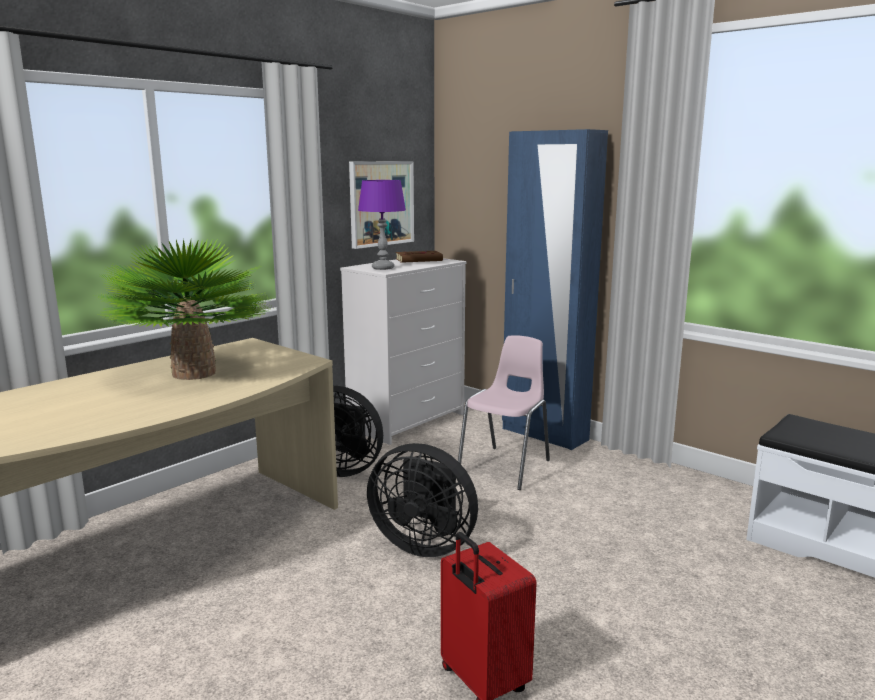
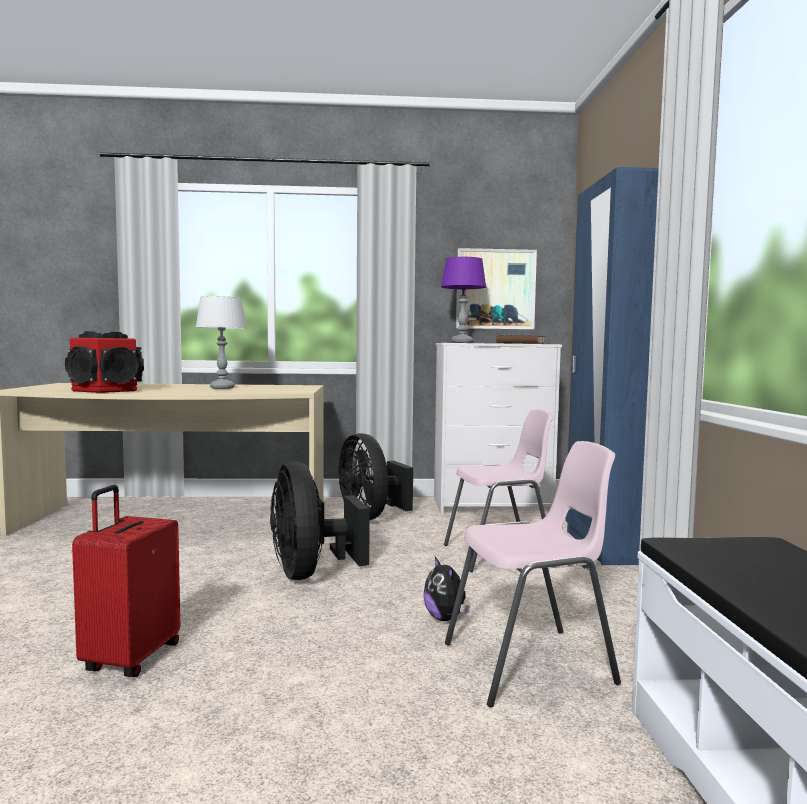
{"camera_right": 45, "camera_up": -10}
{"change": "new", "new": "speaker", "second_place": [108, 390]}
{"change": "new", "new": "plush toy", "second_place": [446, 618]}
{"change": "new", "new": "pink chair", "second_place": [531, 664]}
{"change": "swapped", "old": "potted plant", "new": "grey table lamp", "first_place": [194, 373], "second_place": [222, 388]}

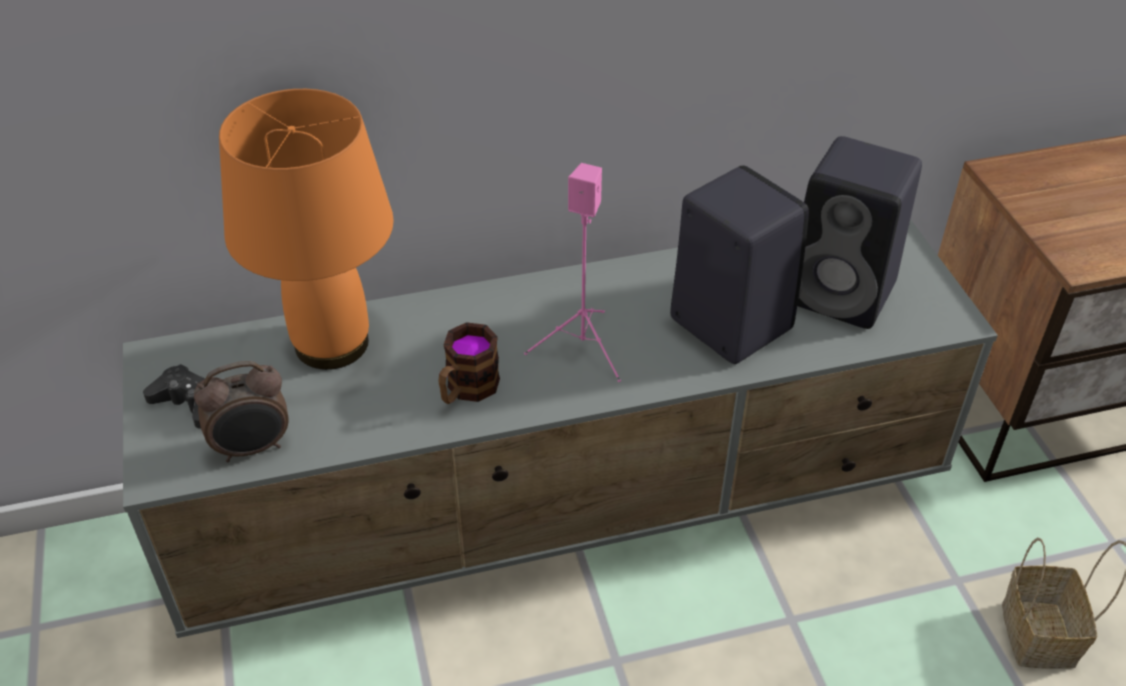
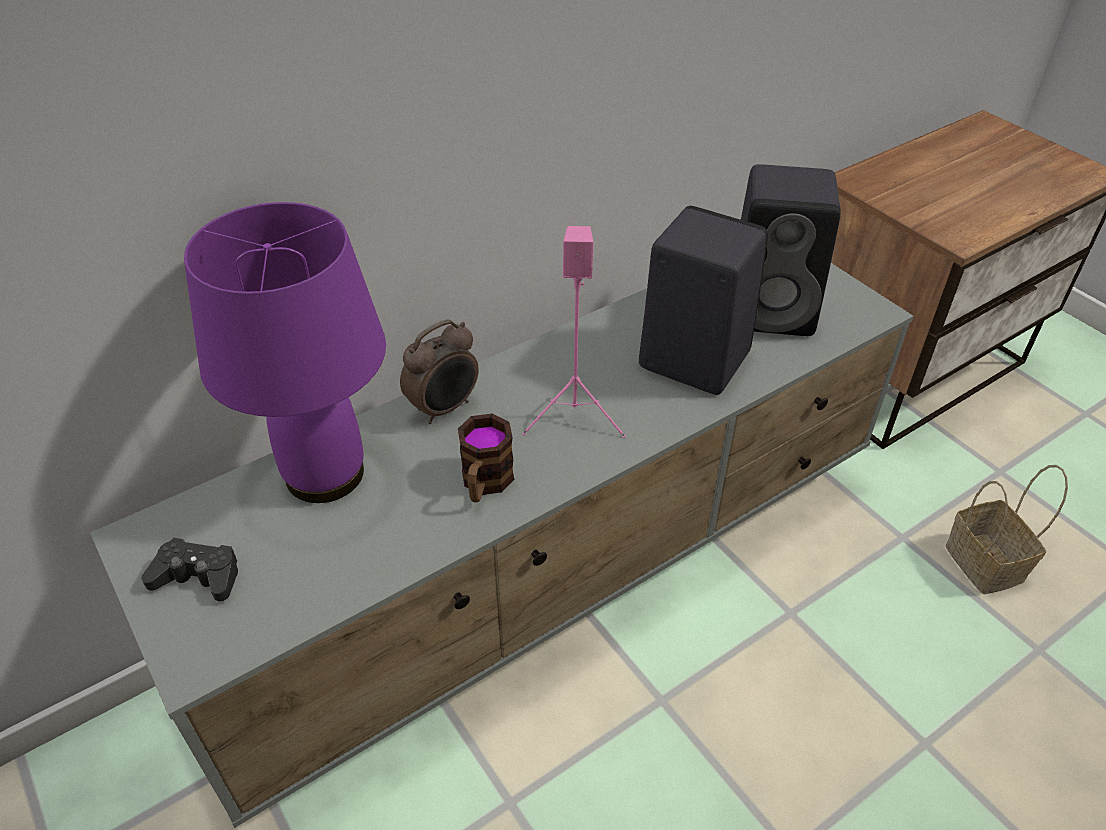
{"camera_right": -20, "camera_up": 0}
{"change": "shifted", "old": "alarm clock", "first_place": [253, 448], "second_place": [445, 408]}
{"change": "repainted", "old": "orange table lamp", "new": "purple table lamp", "first_place": [330, 343], "second_place": [323, 474]}

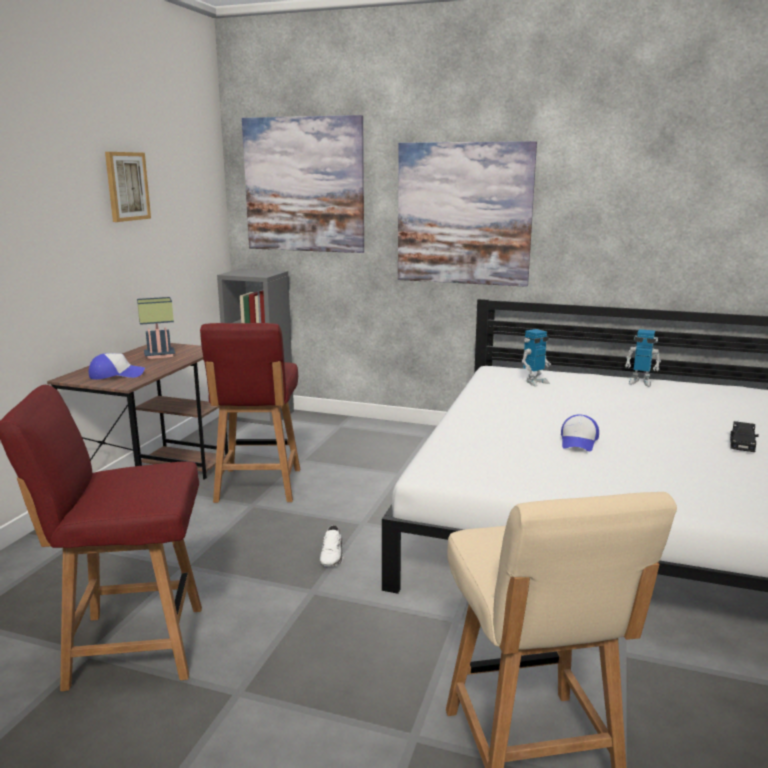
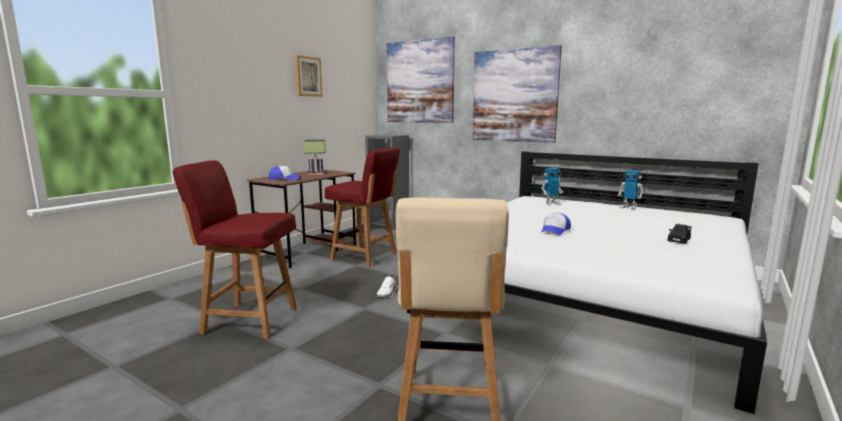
{"camera_right": 15, "camera_up": -5}
{"change": "rotated", "old": "red chair", "first_place": [258, 486], "second_place": [365, 257], "degrees": -75}

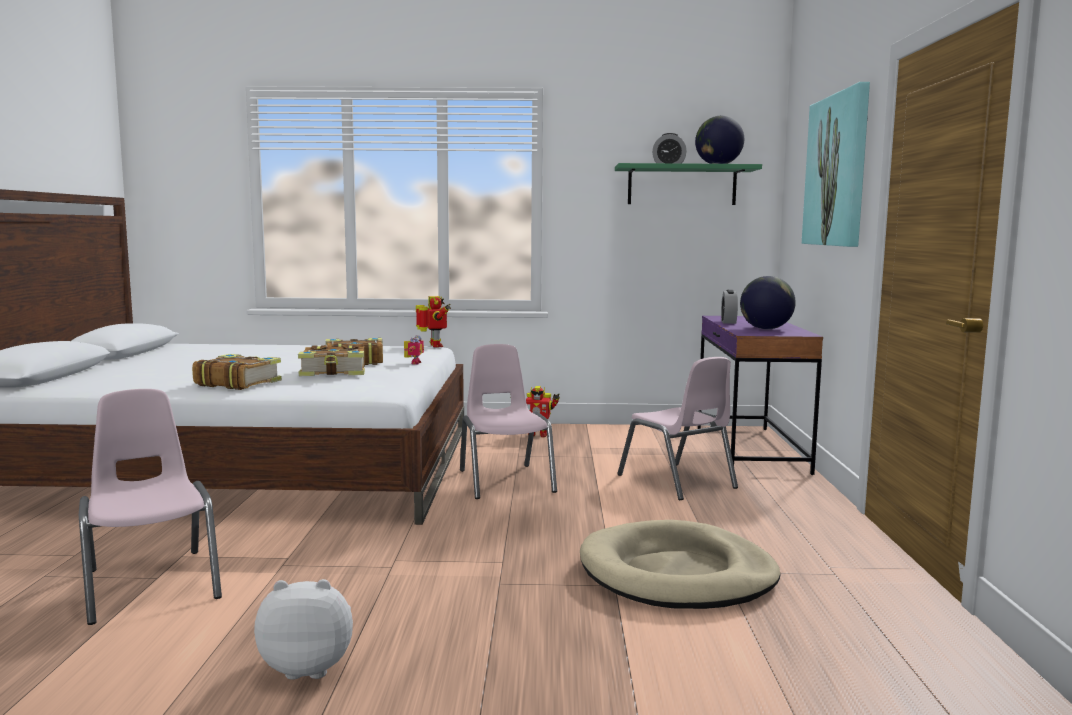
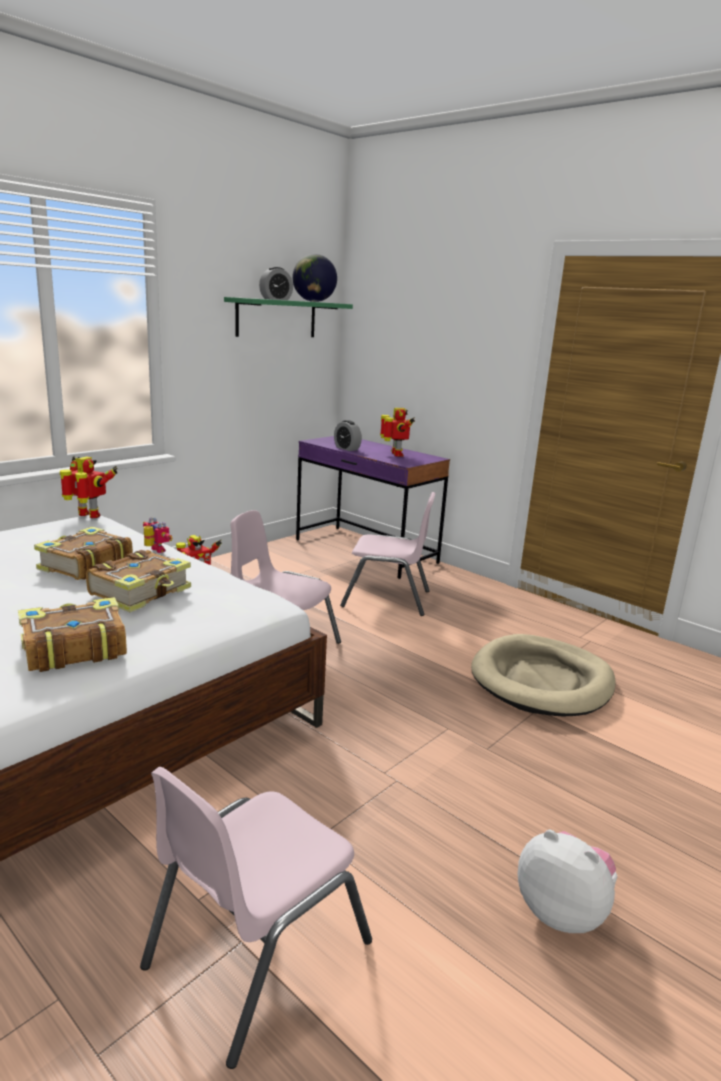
{"camera_right": -50, "camera_up": 10}
{"change": "gone", "old": "picture", "first_place": [837, 171]}
{"change": "swapped", "old": "globe", "new": "toy robot", "first_place": [766, 329], "second_place": [395, 455]}
{"change": "rotated", "old": "pink chair", "first_place": [151, 584], "second_place": [256, 953], "degrees": -60}
{"change": "rotated", "old": "plush toy", "first_place": [309, 667], "second_place": [562, 911], "degrees": 90}

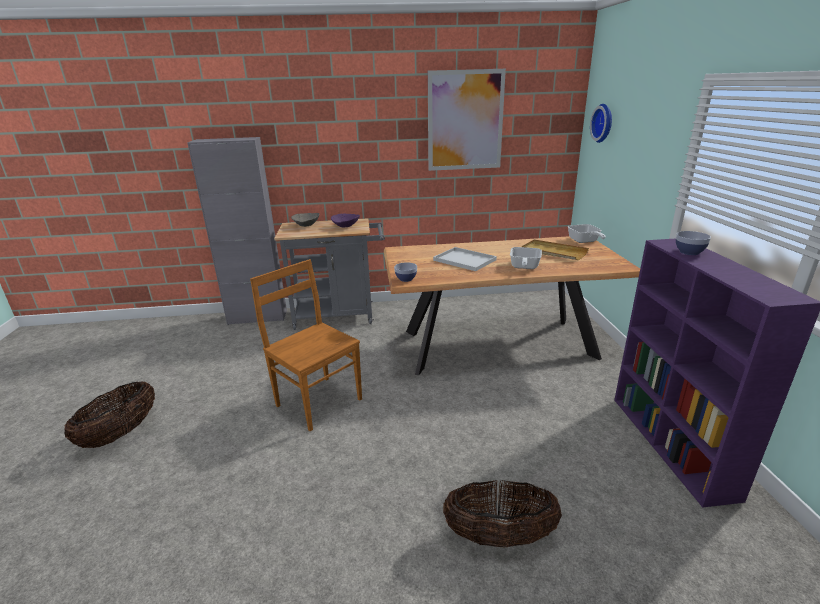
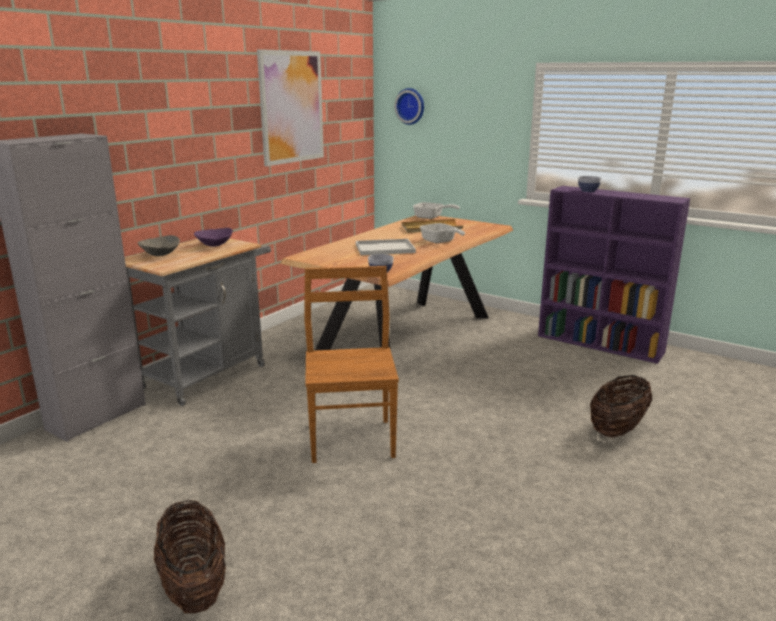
{"camera_right": -50, "camera_up": -5}
{"change": "rotated", "old": "brown chair", "first_place": [317, 401], "second_place": [351, 439], "degrees": 90}

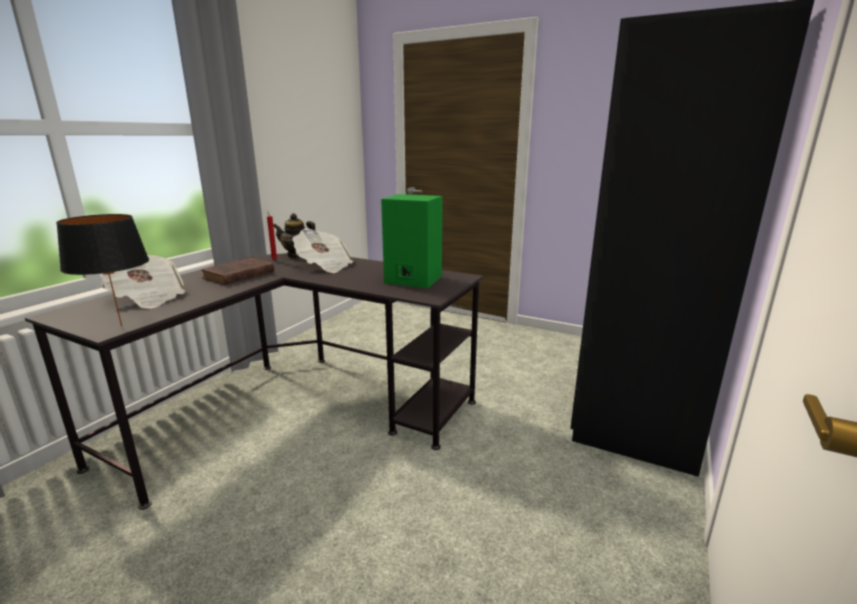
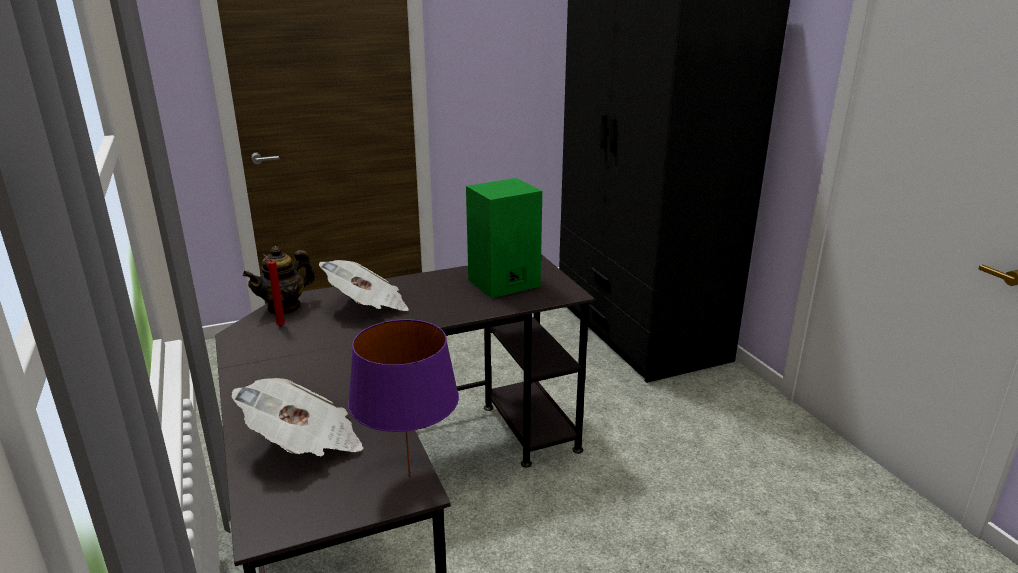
{"camera_right": -50, "camera_up": 5}
{"change": "gone", "old": "brown book", "first_place": [237, 276]}
{"change": "repainted", "old": "black table lamp", "new": "purple table lamp", "first_place": [122, 326], "second_place": [409, 477]}

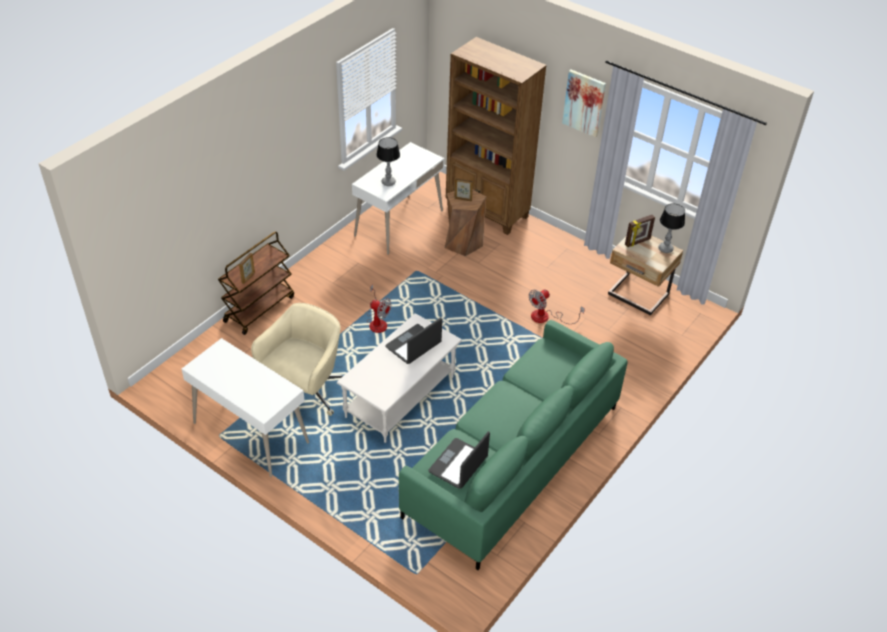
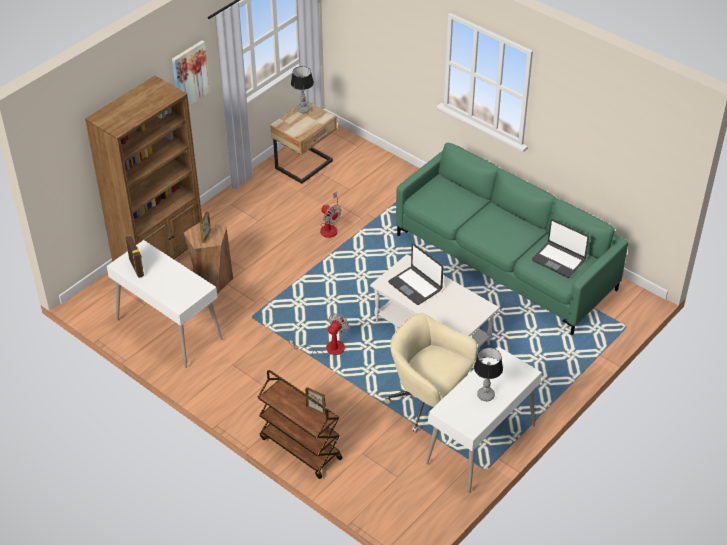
{"camera_right": -85, "camera_up": 0}
{"change": "shifted", "old": "table lamp", "first_place": [388, 182], "second_place": [485, 395]}
{"change": "shifted", "old": "picture frame", "first_place": [637, 242], "second_place": [137, 267]}

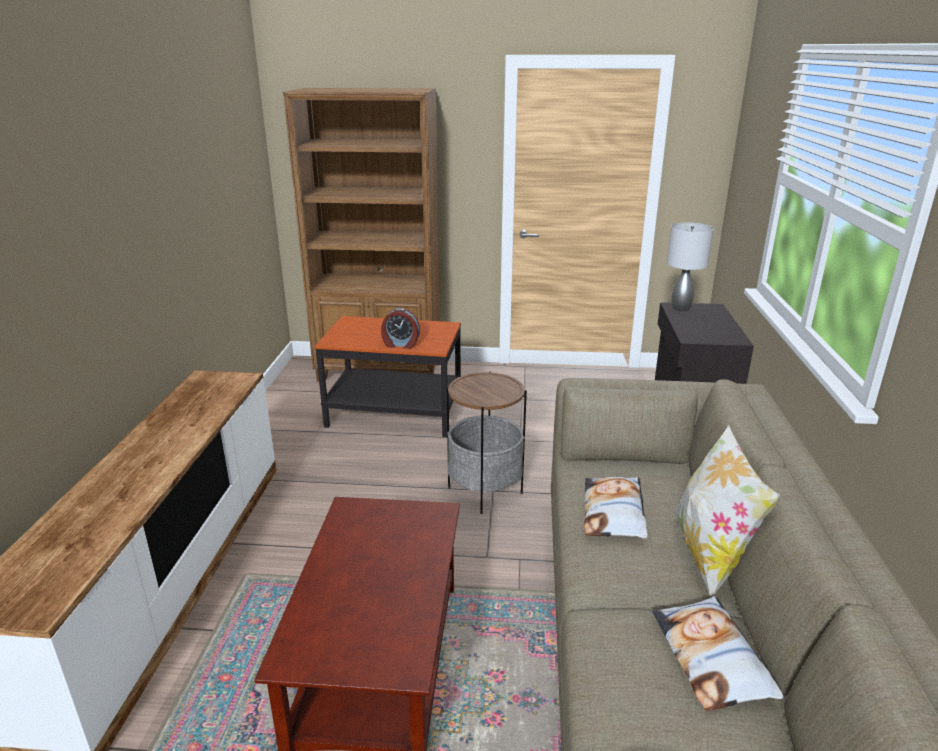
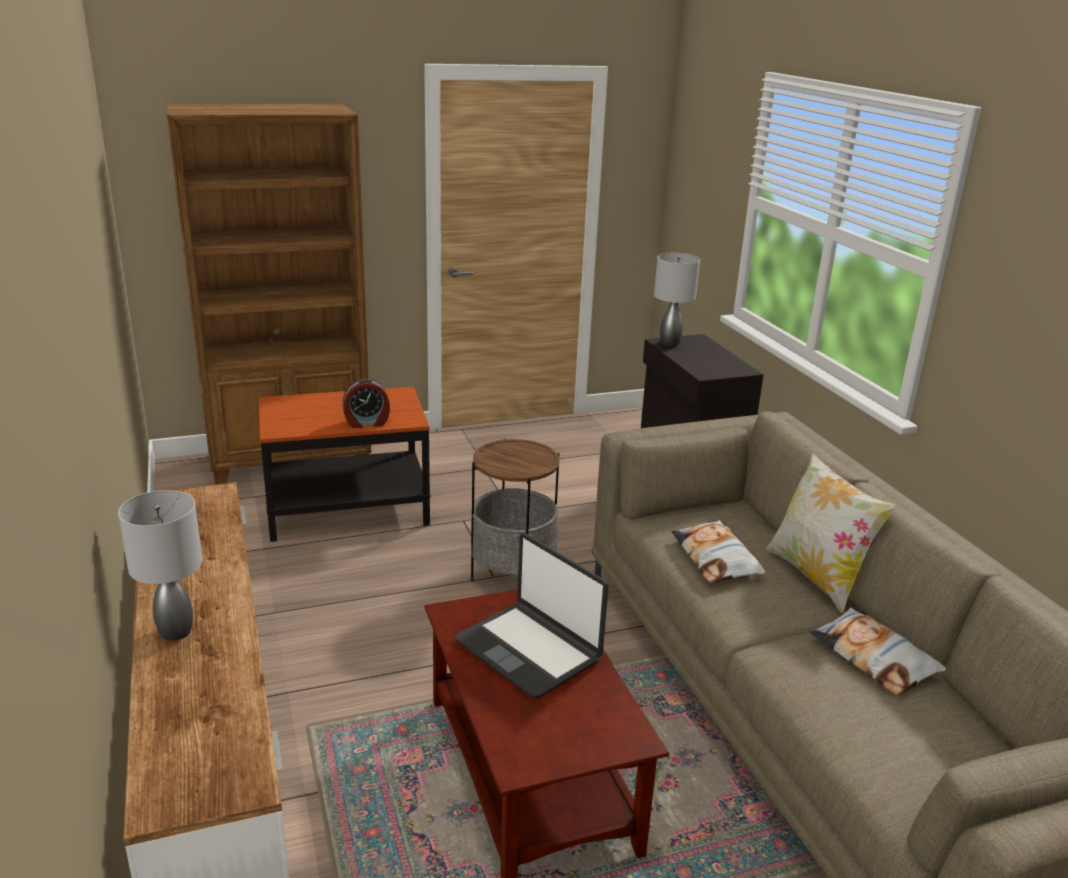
{"camera_right": -25, "camera_up": 0}
{"change": "new", "new": "grey table lamp", "second_place": [174, 631]}
{"change": "new", "new": "laptop", "second_place": [529, 650]}

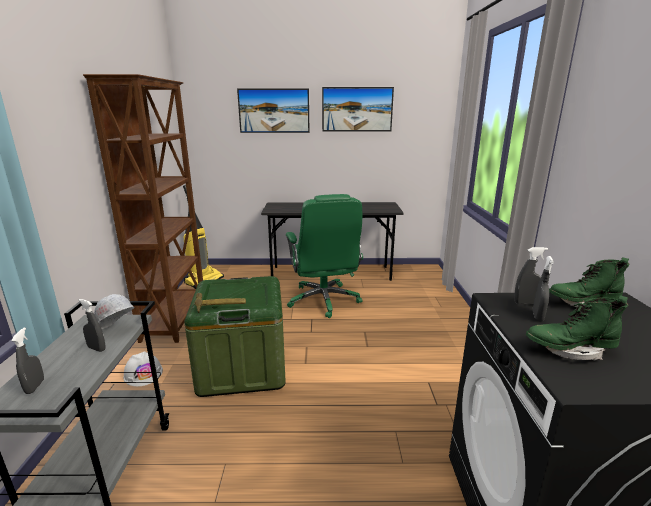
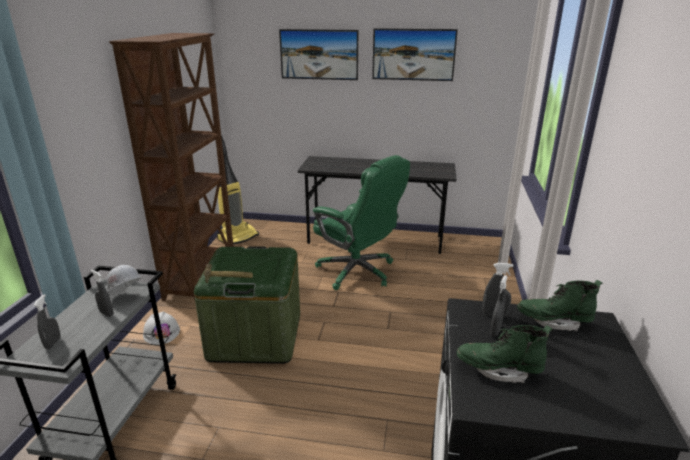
{"camera_right": 10, "camera_up": 5}
{"change": "rotated", "old": "green office chair", "first_place": [324, 300], "second_place": [357, 271], "degrees": -45}

